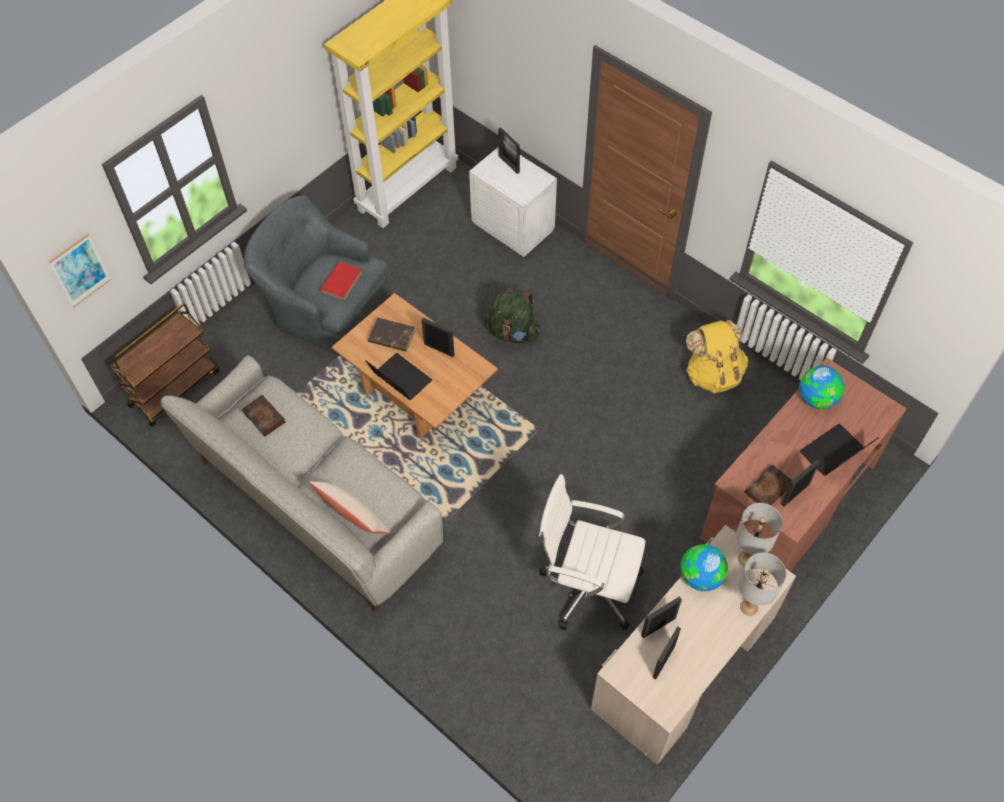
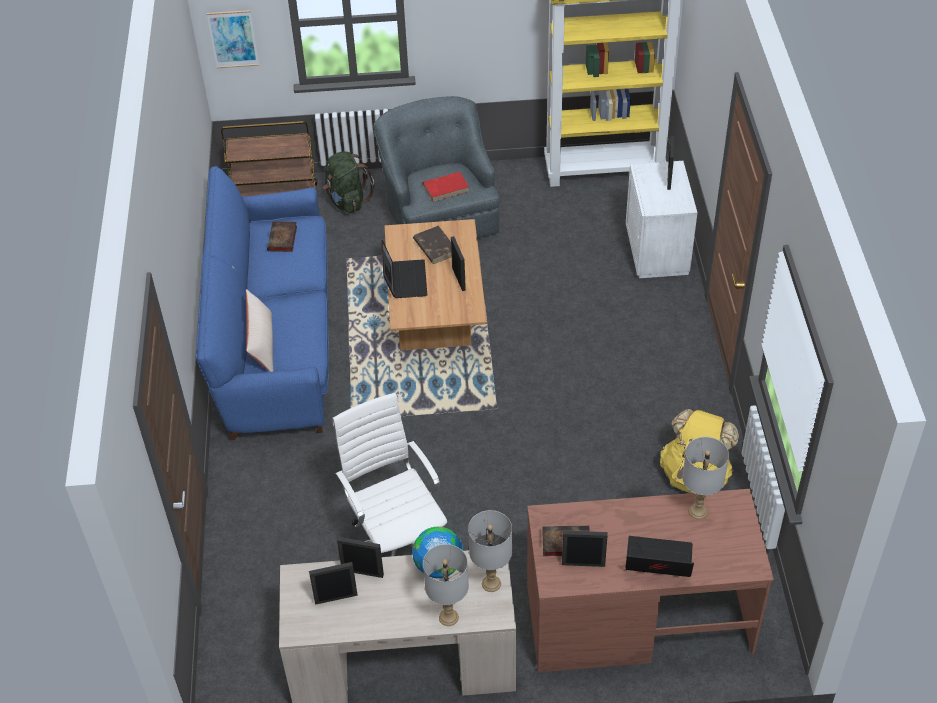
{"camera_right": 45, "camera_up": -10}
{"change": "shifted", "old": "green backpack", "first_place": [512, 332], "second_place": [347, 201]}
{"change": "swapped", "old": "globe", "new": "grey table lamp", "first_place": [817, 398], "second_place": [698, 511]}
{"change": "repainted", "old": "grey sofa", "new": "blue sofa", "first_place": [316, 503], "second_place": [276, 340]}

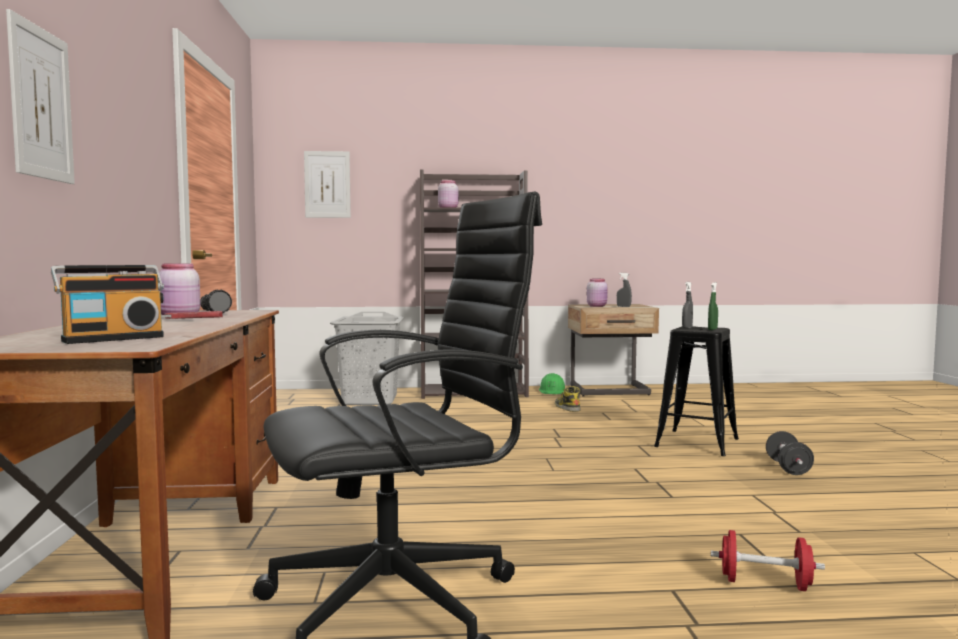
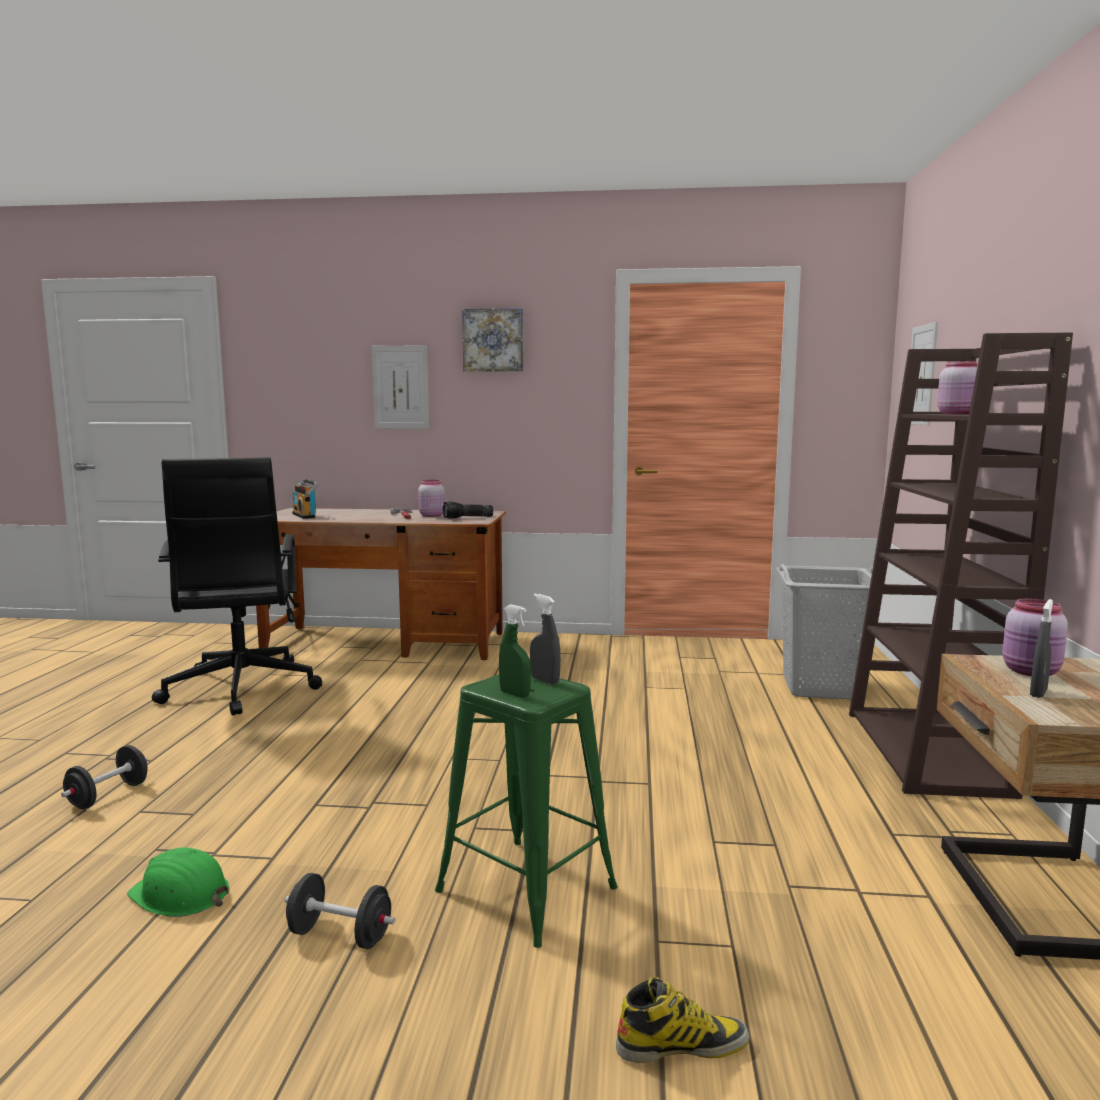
{"camera_right": 100, "camera_up": 5}
{"change": "new", "new": "picture", "second_place": [493, 340]}
{"change": "shifted", "old": "green hard hat", "first_place": [552, 391], "second_place": [180, 894]}
{"change": "shifted", "old": "boot", "first_place": [566, 407], "second_place": [682, 1045]}
{"change": "repainted", "old": "black stool", "new": "green stool", "first_place": [697, 443], "second_place": [526, 889]}
{"change": "repainted", "old": "red dumbbell", "new": "black dumbbell", "first_place": [765, 583], "second_place": [108, 795]}

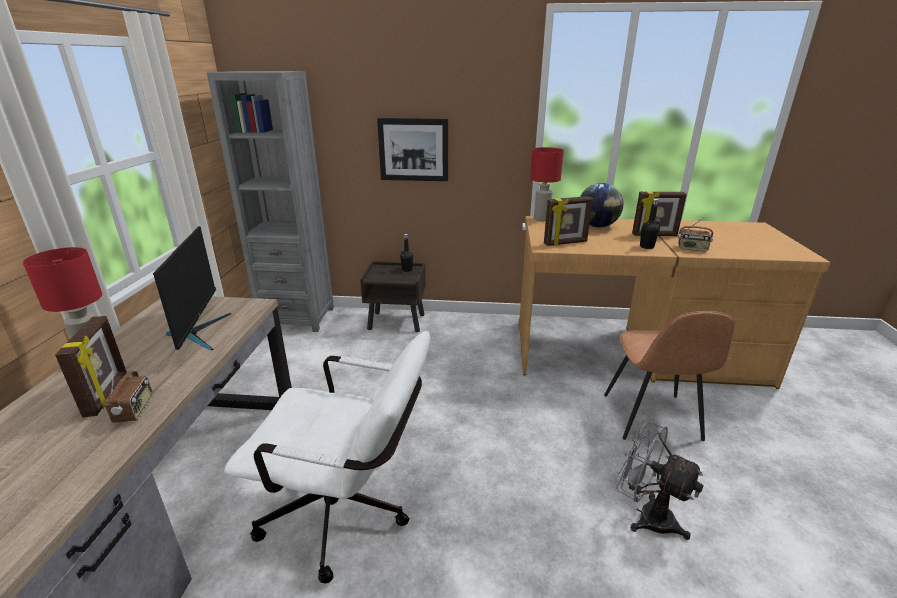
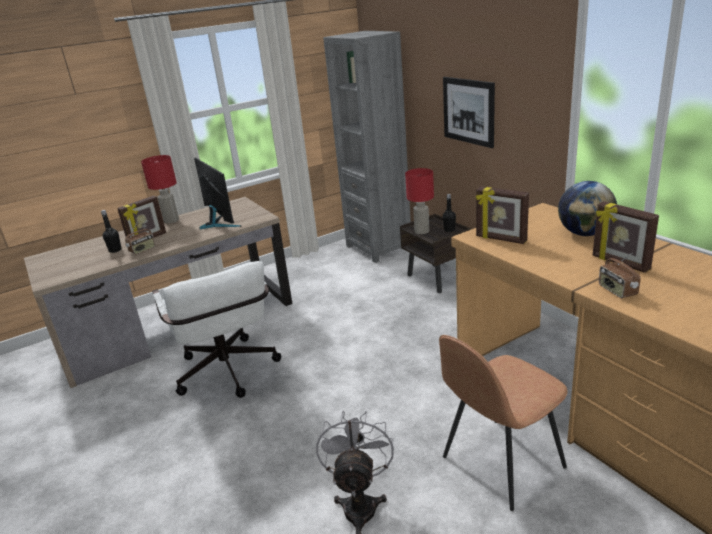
{"camera_right": 55, "camera_up": 0}
{"change": "shifted", "old": "red table lamp", "first_place": [541, 219], "second_place": [422, 231]}
{"change": "shifted", "old": "black bottle", "first_place": [646, 247], "second_place": [115, 250]}
{"change": "rotated", "old": "monitor", "first_place": [199, 332], "second_place": [218, 223], "degrees": -75}

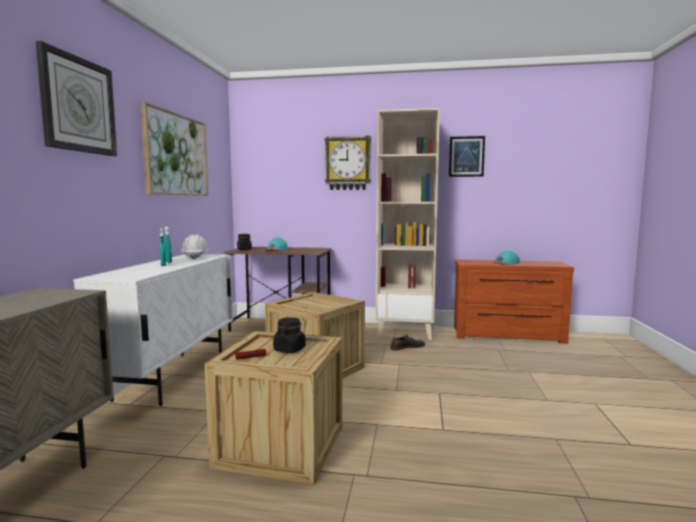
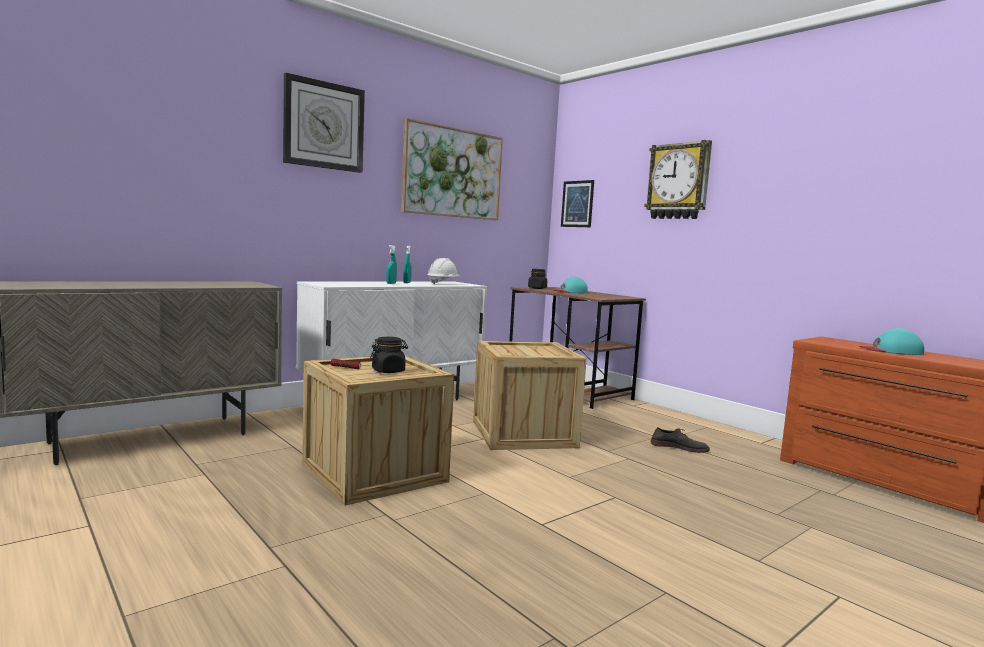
{"camera_right": 40, "camera_up": 0}
{"change": "gone", "old": "beige bookcase", "first_place": [405, 332]}
{"change": "shifted", "old": "picture", "first_place": [466, 156], "second_place": [577, 204]}

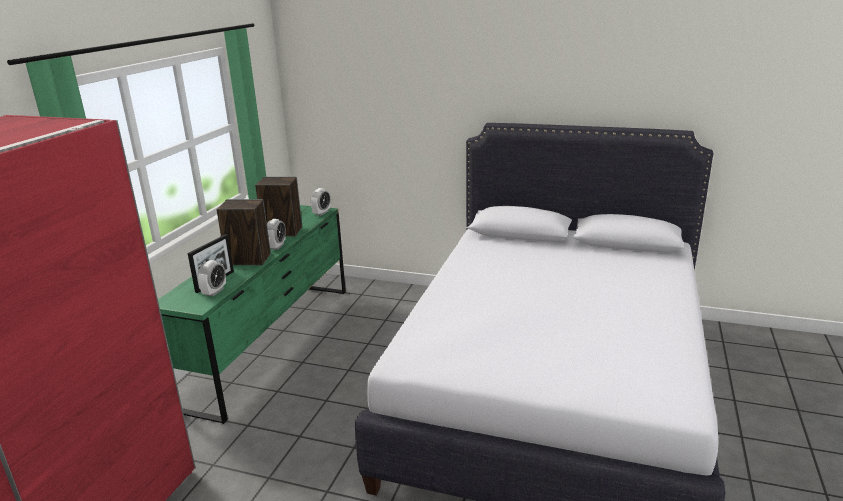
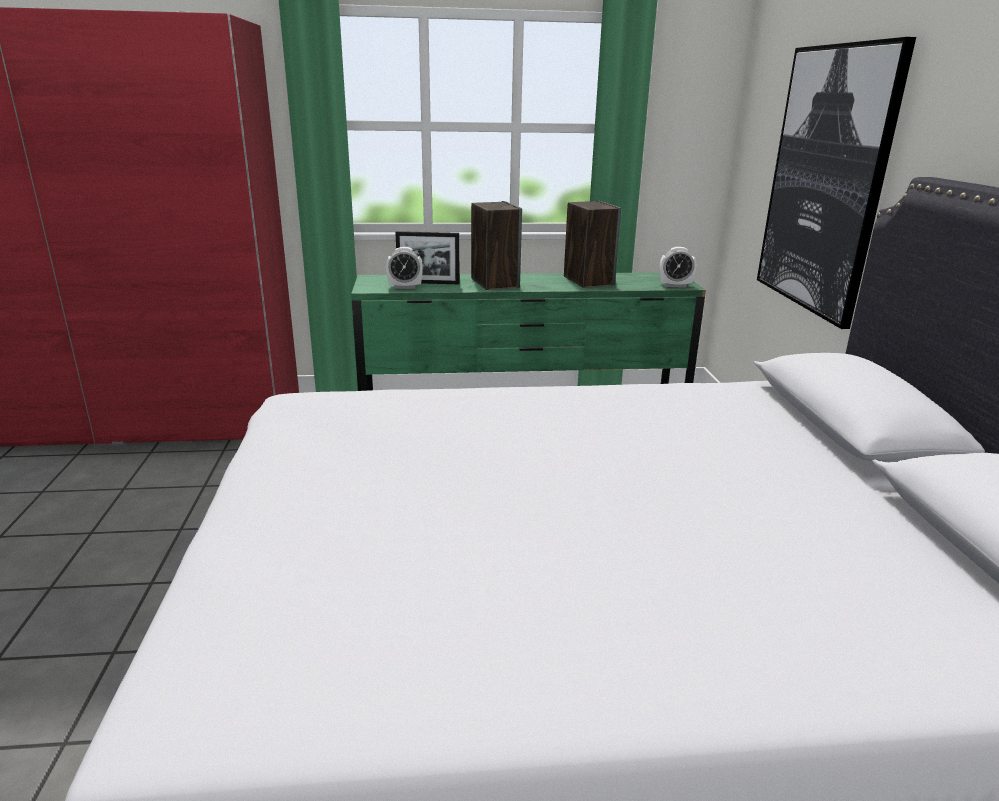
{"camera_right": 65, "camera_up": 0}
{"change": "gone", "old": "alarm clock", "first_place": [277, 246]}
{"change": "new", "new": "picture", "second_place": [825, 181]}

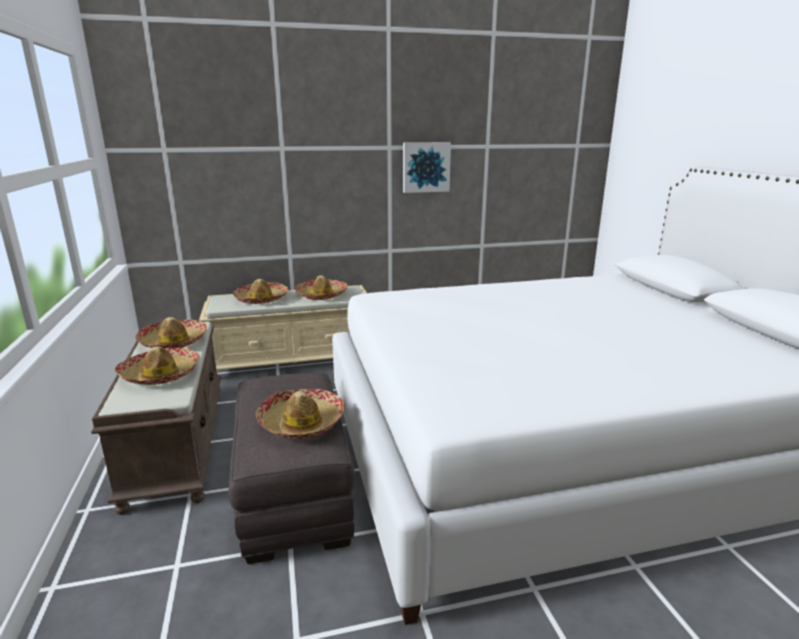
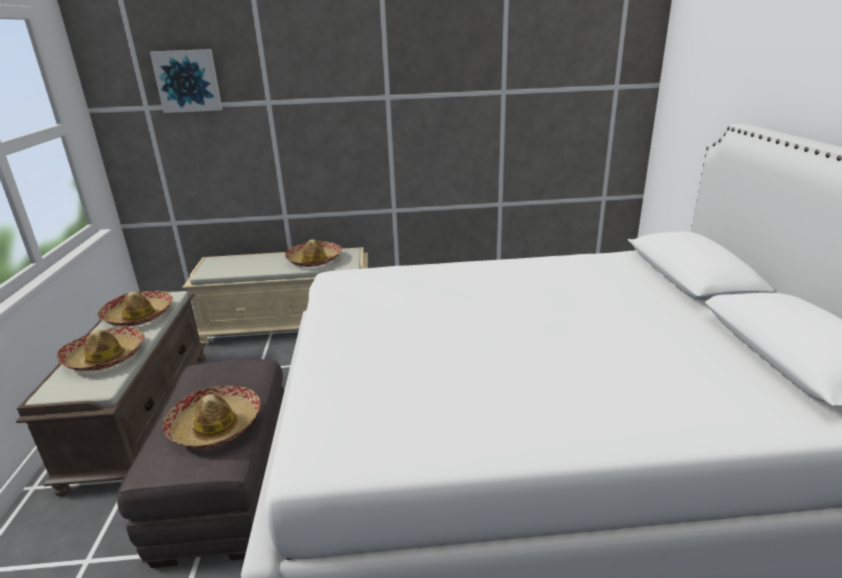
{"camera_right": 10, "camera_up": 5}
{"change": "gone", "old": "hat", "first_place": [261, 299]}
{"change": "shifted", "old": "picture", "first_place": [425, 167], "second_place": [188, 81]}

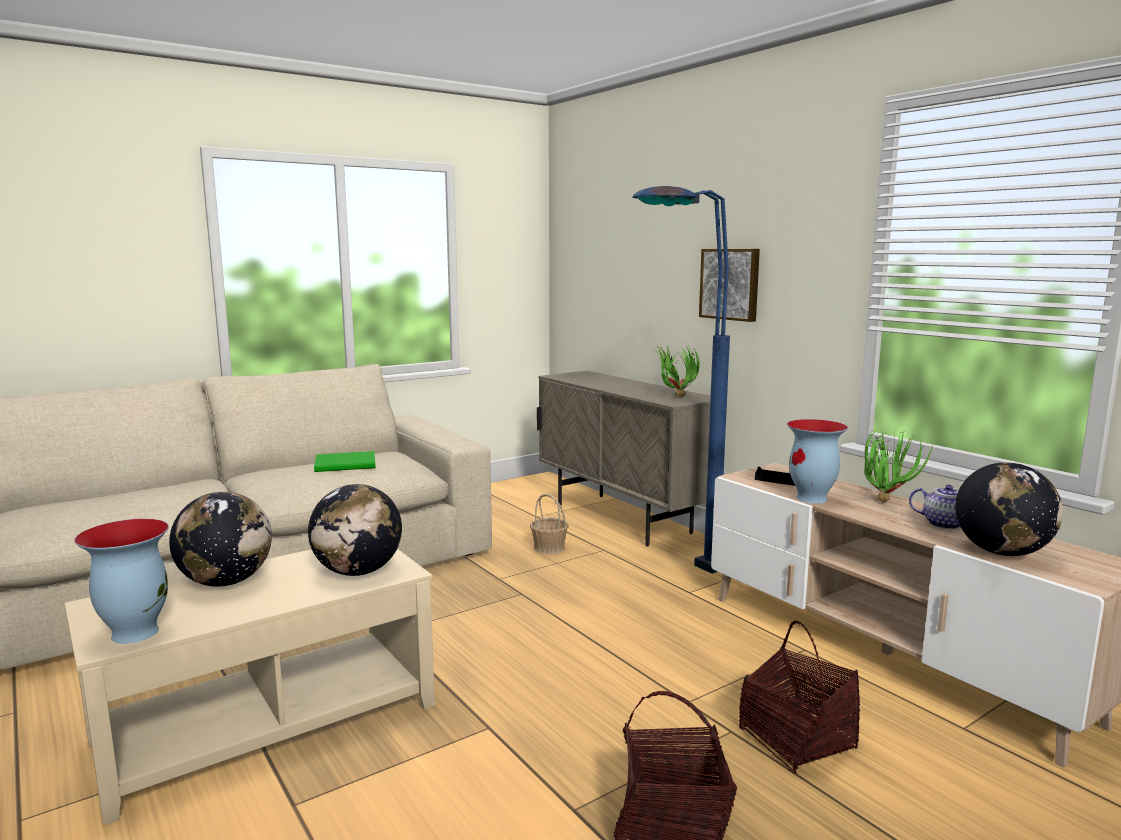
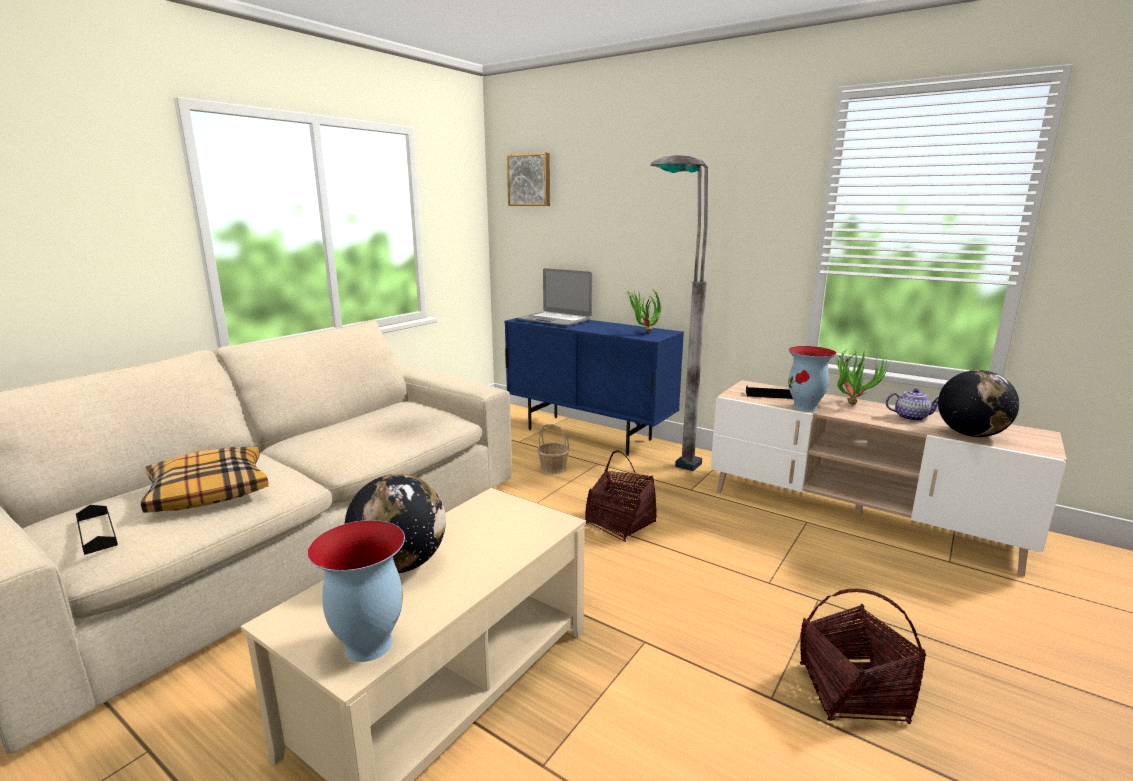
{"camera_right": -20, "camera_up": 5}
{"change": "gone", "old": "globe", "first_place": [358, 572]}
{"change": "gone", "old": "green book", "first_place": [347, 464]}
{"change": "new", "new": "black tray", "second_place": [97, 532]}
{"change": "new", "new": "pillow", "second_place": [209, 491]}
{"change": "new", "new": "laptop", "second_place": [555, 320]}
{"change": "shifted", "old": "picture", "first_place": [731, 284], "second_place": [530, 180]}
{"change": "shifted", "old": "basket", "first_place": [796, 739], "second_place": [620, 523]}
{"change": "repainted", "old": "beige cabinet", "new": "blue cabinet", "first_place": [622, 519], "second_place": [589, 435]}
{"change": "repainted", "old": "blue floor lamp", "new": "grey floor lamp", "first_place": [671, 579], "second_place": [668, 480]}

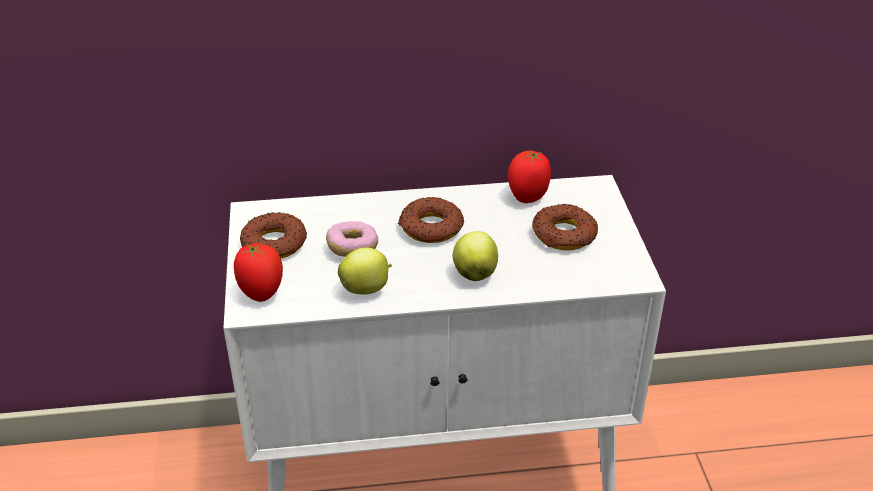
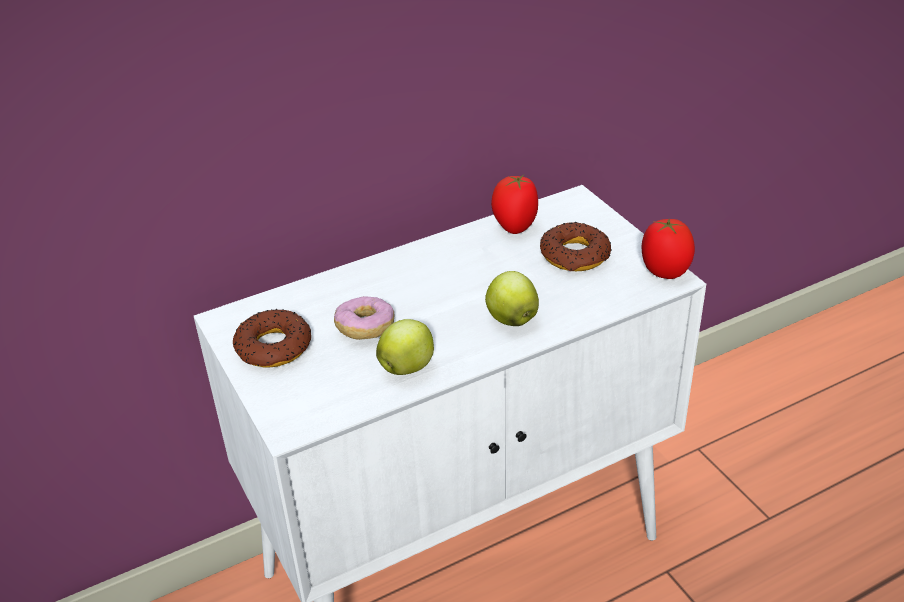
{"camera_right": -20, "camera_up": 0}
{"change": "gone", "old": "donut", "first_place": [431, 227]}
{"change": "shifted", "old": "tomato", "first_place": [261, 293], "second_place": [664, 271]}

